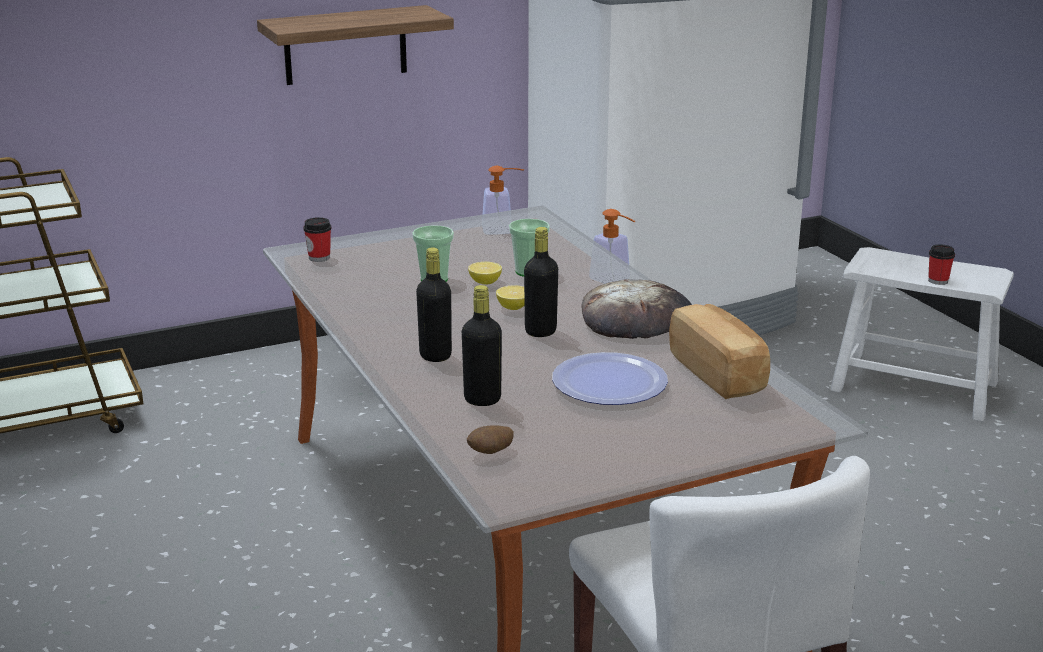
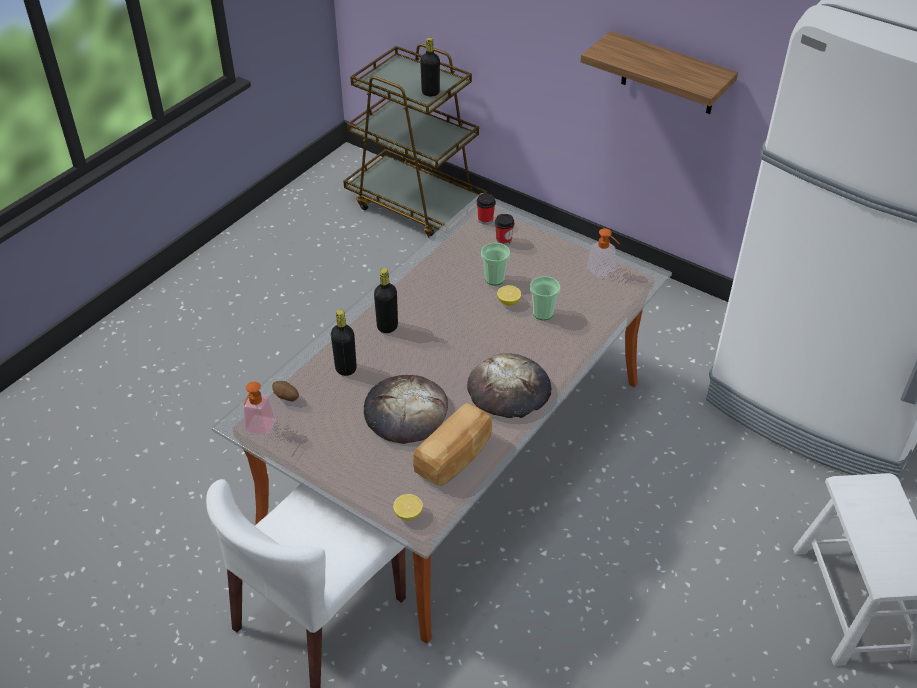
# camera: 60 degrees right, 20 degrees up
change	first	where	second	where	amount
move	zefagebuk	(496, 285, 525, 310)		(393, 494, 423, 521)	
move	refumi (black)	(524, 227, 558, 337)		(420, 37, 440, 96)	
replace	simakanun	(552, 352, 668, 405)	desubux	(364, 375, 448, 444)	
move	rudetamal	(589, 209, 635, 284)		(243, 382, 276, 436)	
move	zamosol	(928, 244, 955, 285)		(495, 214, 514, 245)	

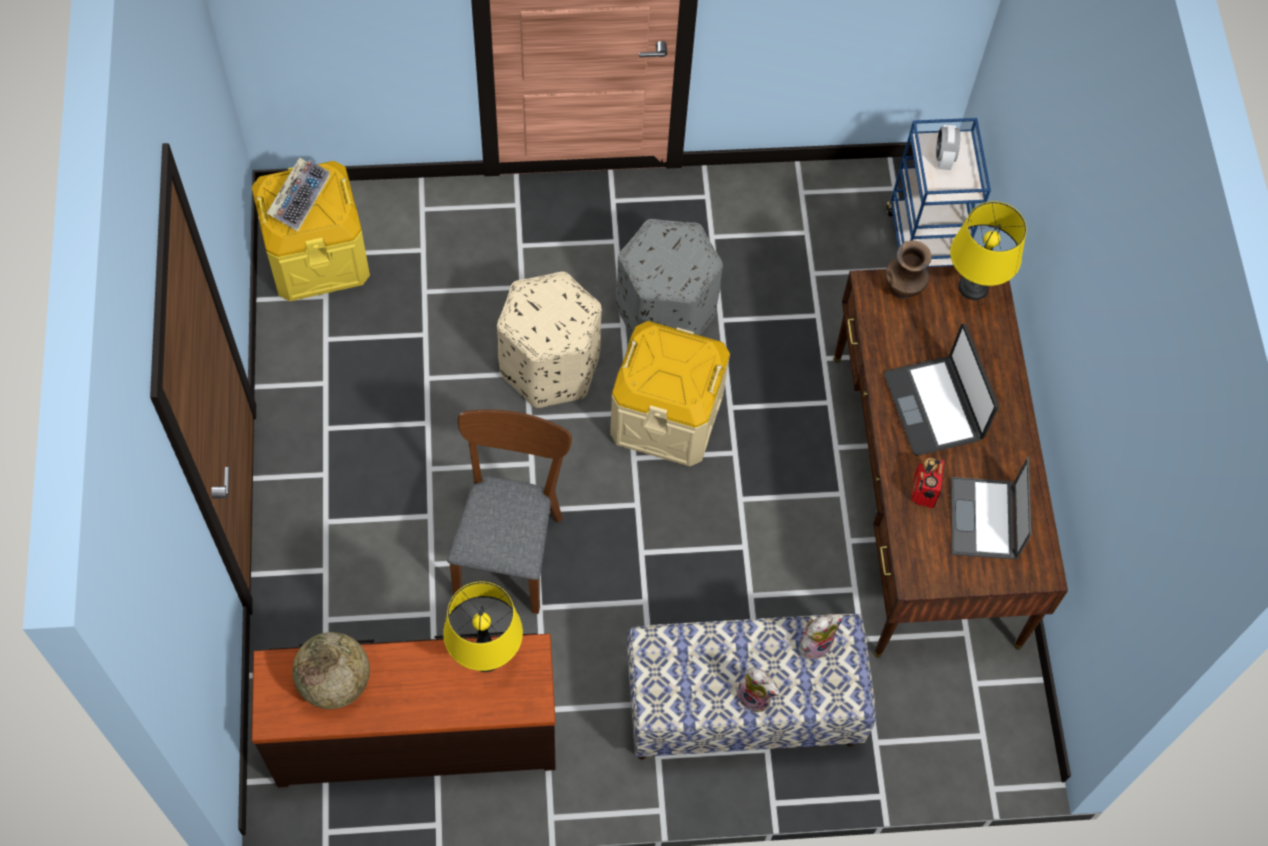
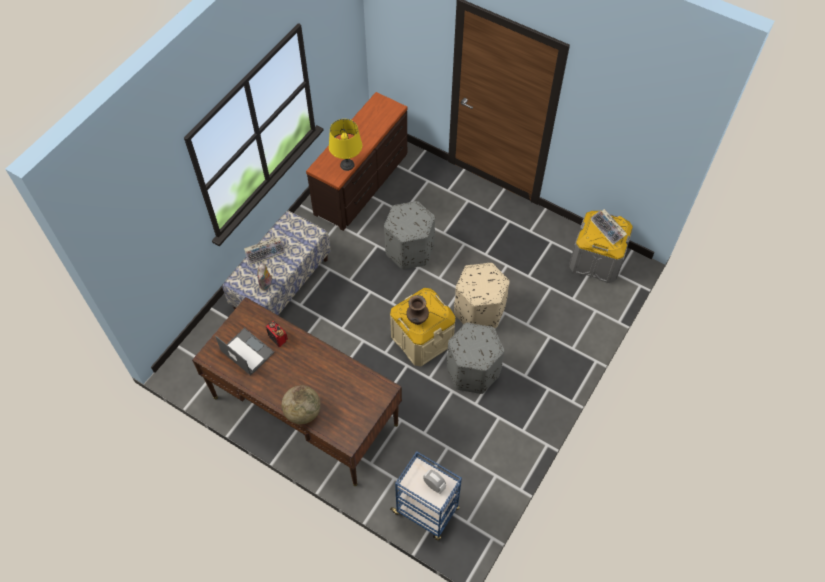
# camera: 130 degrees right, 5 degrees down
change	first	where	second	where	amount
recolor	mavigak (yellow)	(252, 161, 370, 301)	mavigak (grey)	(569, 211, 633, 283)	
move	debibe	(292, 632, 370, 709)		(282, 385, 321, 424)	
replace	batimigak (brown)	(447, 410, 572, 614)	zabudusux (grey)	(384, 201, 435, 269)	
replace	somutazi	(736, 667, 780, 713)	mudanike	(244, 237, 286, 265)	
delete	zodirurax	(884, 324, 998, 456)			
move	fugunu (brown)	(885, 240, 931, 299)		(406, 295, 429, 325)	
delete	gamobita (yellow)	(950, 201, 1027, 300)			

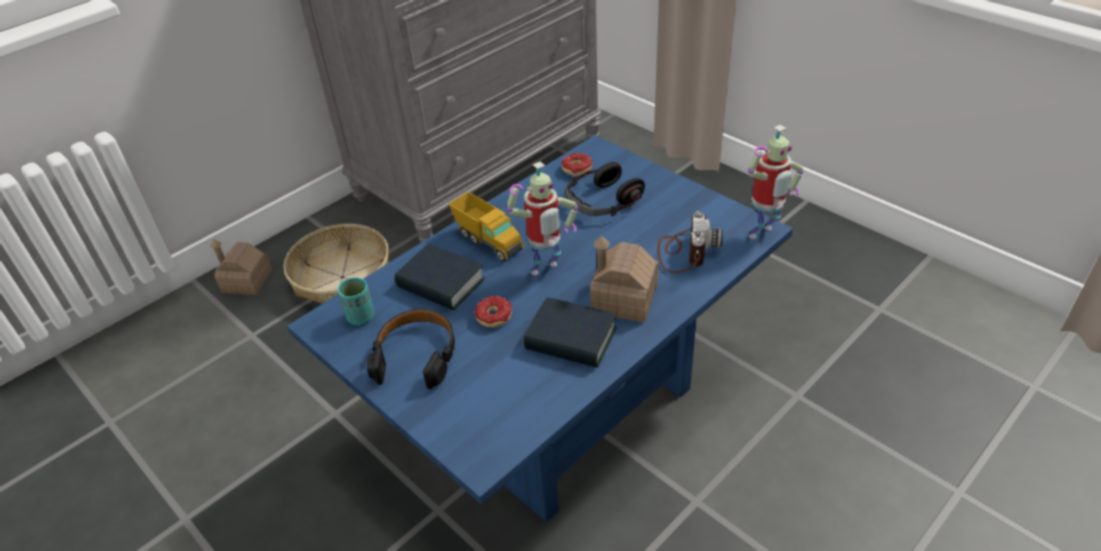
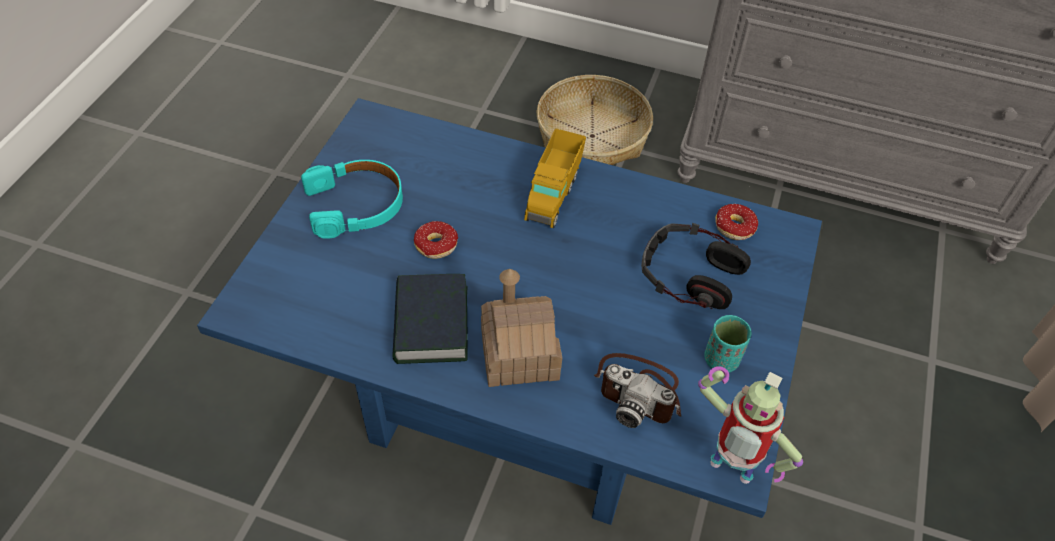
# camera: 60 degrees right, 10 degrees up
change	first	where	second	where	amount
delete	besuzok	(210, 239, 272, 295)			
move	zamosol (turquoise)	(338, 277, 374, 325)		(704, 315, 752, 372)	
recolor	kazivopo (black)	(367, 309, 455, 389)	kazivopo (turquoise)	(301, 160, 403, 239)	
delete	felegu	(395, 244, 485, 311)			
delete	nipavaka	(506, 161, 578, 275)			
rotate	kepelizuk	(657, 211, 723, 273)		(594, 353, 681, 428)	45 degrees clockwise

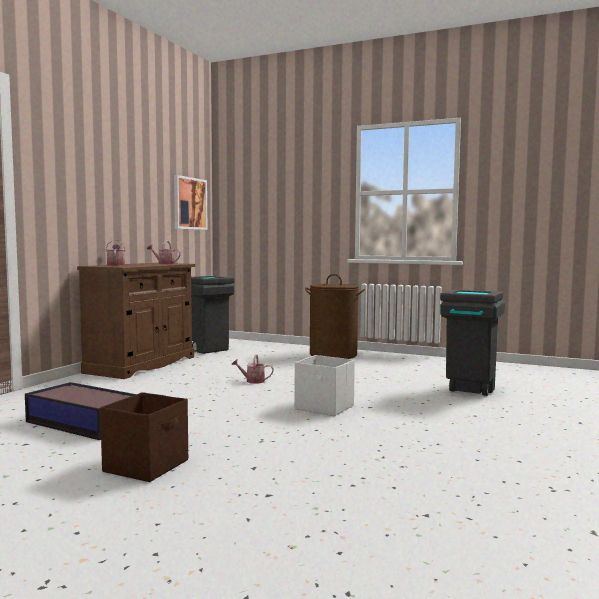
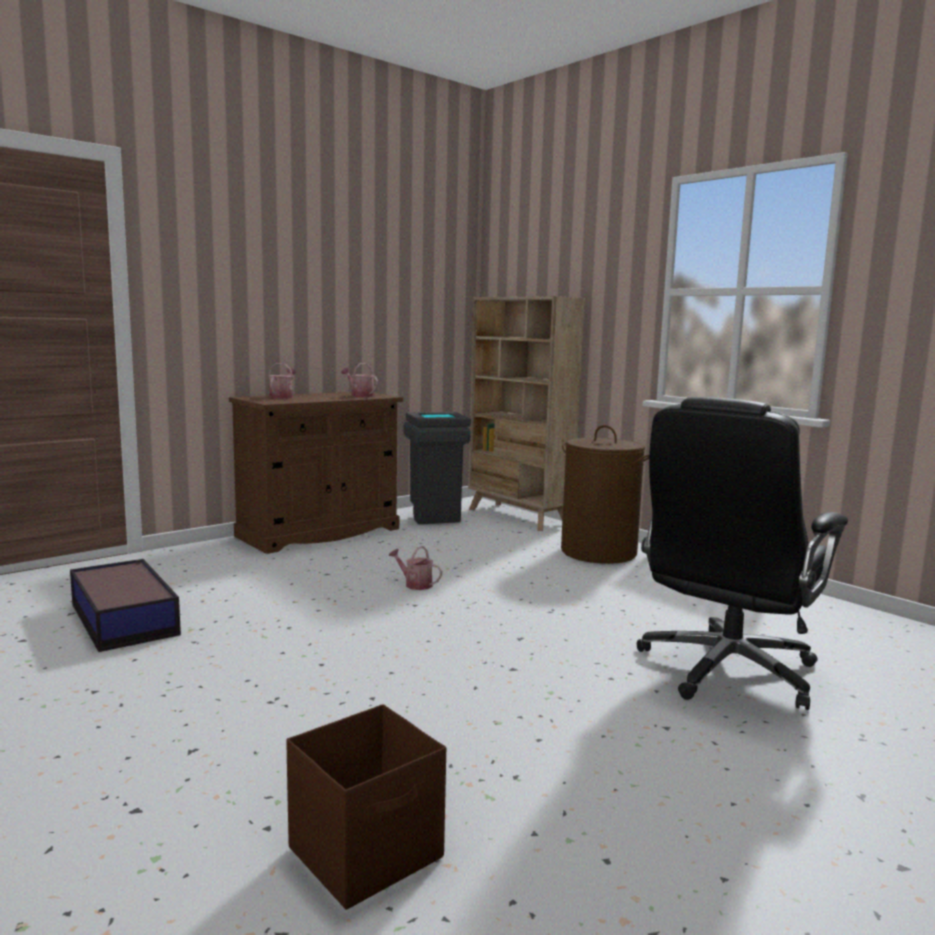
# camera: 25 degrees right, 5 degrees up
change	first	where	second	where	amount
move	mavigak (brown)	(100, 392, 188, 482)		(286, 704, 446, 910)	
delete	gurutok	(174, 175, 207, 230)			
delete	mavigak (white)	(294, 355, 355, 416)			
replace	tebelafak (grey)	(440, 289, 505, 396)	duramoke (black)	(637, 397, 848, 710)	
insert			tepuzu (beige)	(468, 296, 585, 531)	

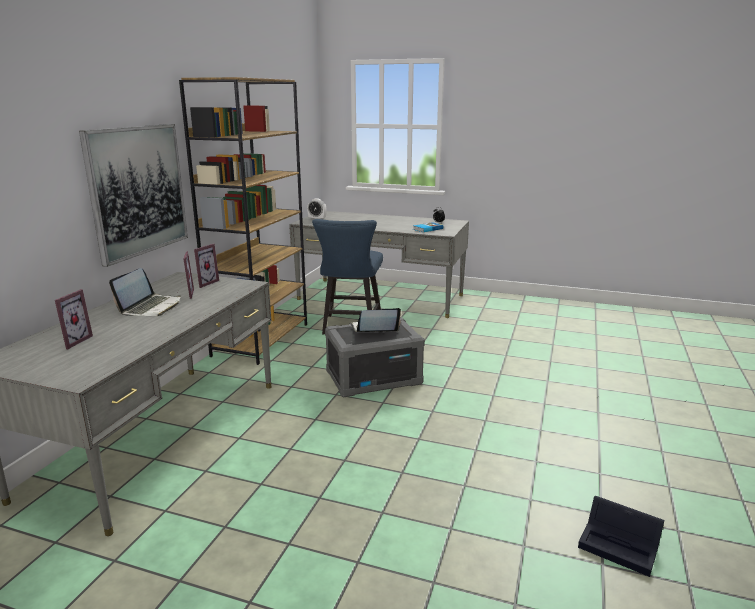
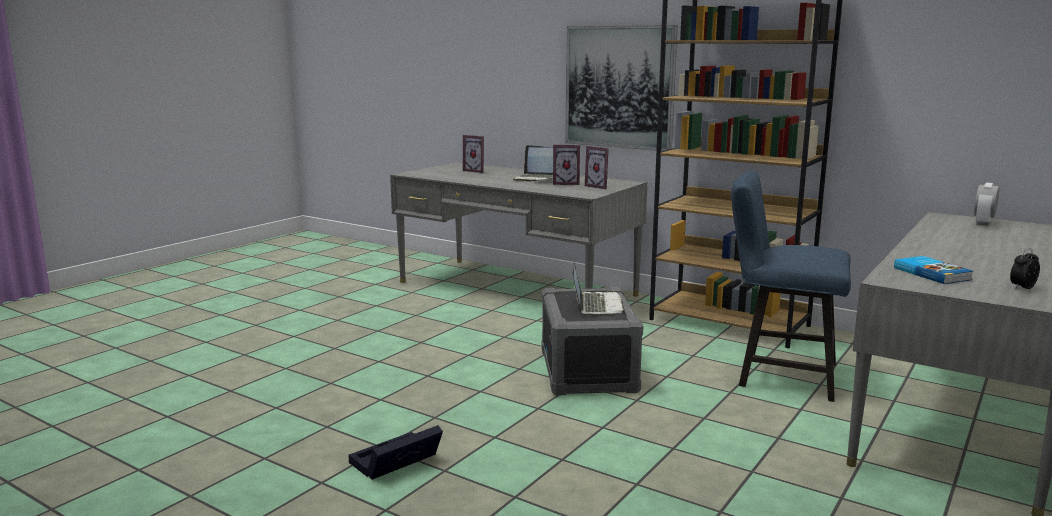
# camera: 105 degrees right, 5 degrees down
change	first	where	second	where	amount
move	mavigak (black)	(578, 496, 664, 577)		(348, 425, 443, 480)	

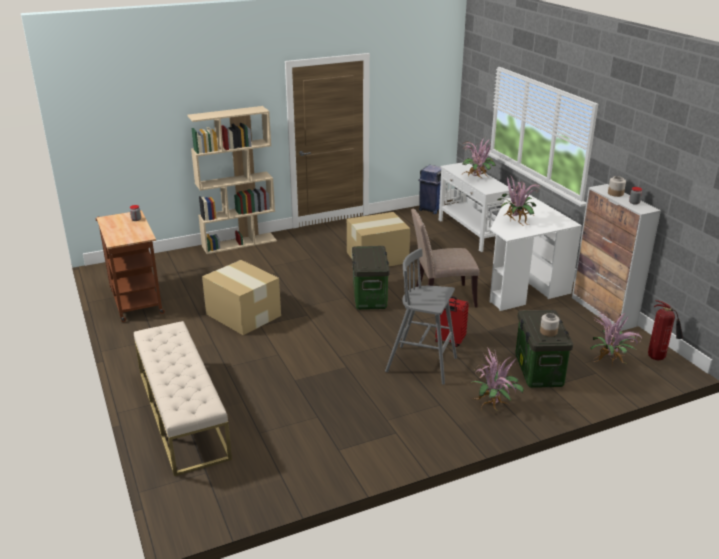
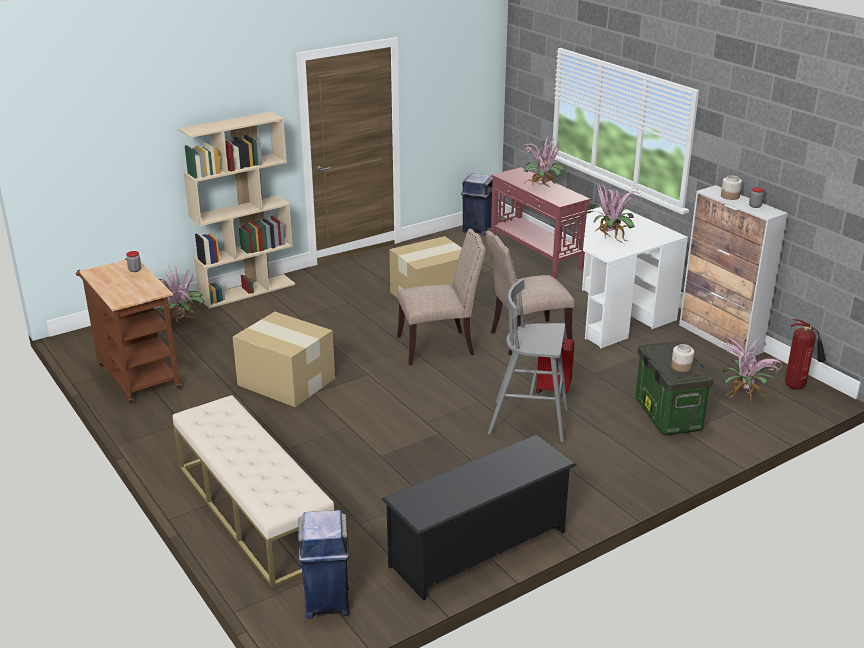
# camera: 10 degrees left, 0 degrees up
change	first	where	second	where	amount
replace	mavigak	(352, 246, 390, 310)	batimigak (beige)	(397, 229, 486, 365)	
recolor	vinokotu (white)	(439, 162, 513, 252)	vinokotu (red)	(491, 167, 591, 279)	
move	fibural	(471, 346, 524, 411)		(159, 265, 205, 322)	
insert			tebelafak (blue)	(298, 510, 349, 619)	
insert			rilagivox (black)	(381, 435, 577, 601)	

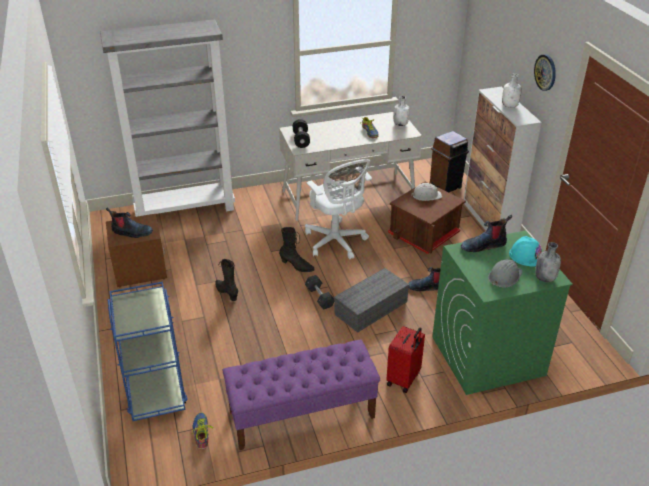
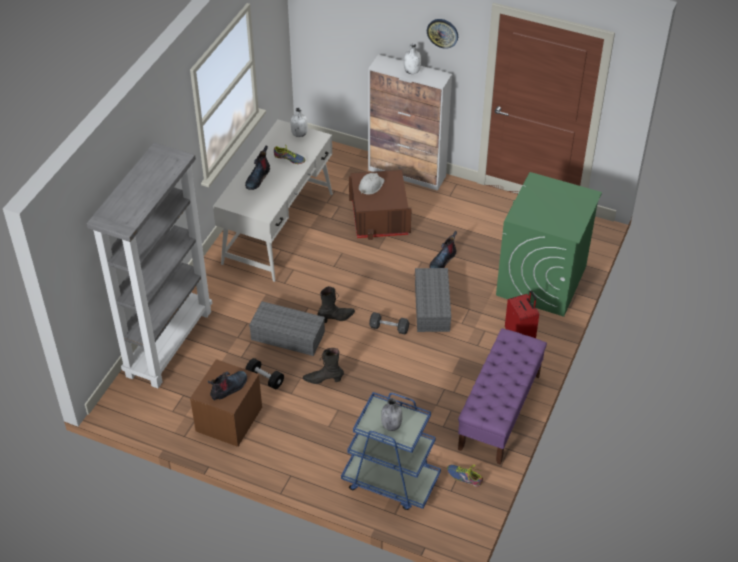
# camera: 50 degrees left, 10 degrees up
change	first	where	second	where	amount
move	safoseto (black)	(293, 119, 310, 148)		(246, 358, 284, 389)	
delete	duramoke (white)	(305, 159, 372, 260)			
delete	tebelafak (brown)	(429, 131, 469, 192)			
move	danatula	(461, 215, 512, 252)		(245, 146, 270, 190)	
delete	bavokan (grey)	(488, 259, 522, 287)			
delete	bavokan (turquoise)	(509, 236, 542, 266)			
move	refumi (grey)	(535, 242, 561, 282)		(381, 398, 402, 431)	
insert			mavigak (grey)	(249, 301, 325, 356)	

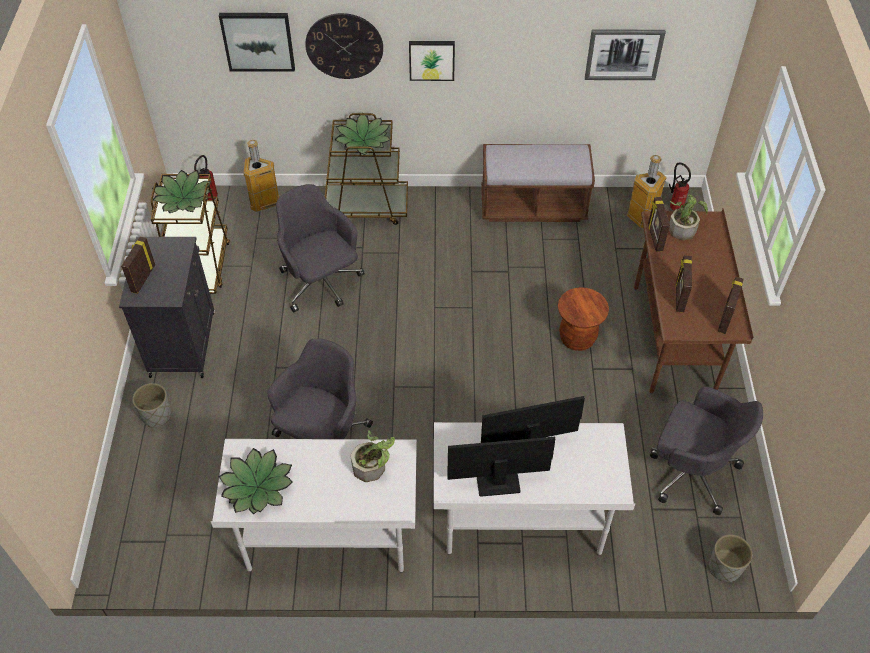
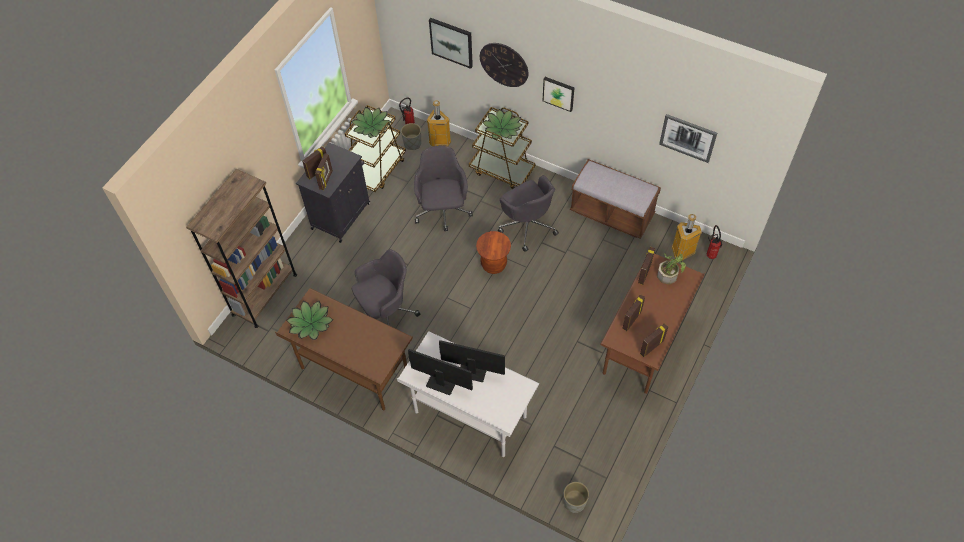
# camera: 30 degrees right, 5 degrees up
change	first	where	second	where	amount
move	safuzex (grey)	(132, 383, 171, 428)		(401, 123, 421, 150)	
recolor	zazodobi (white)	(211, 439, 417, 573)	zazodobi (brown)	(275, 288, 413, 411)	
delete	fibural	(351, 430, 395, 482)			
move	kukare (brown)	(558, 287, 609, 351)		(476, 231, 511, 274)	
move	duramoke (grey)	(650, 386, 763, 515)		(498, 175, 559, 252)	
insert			tepuzu (brown)	(186, 169, 297, 328)	
insert			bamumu	(315, 153, 333, 190)	

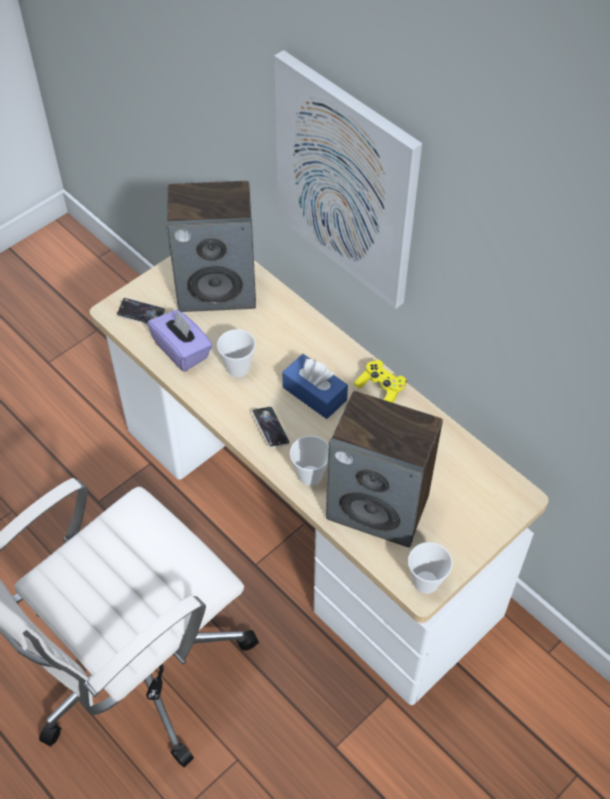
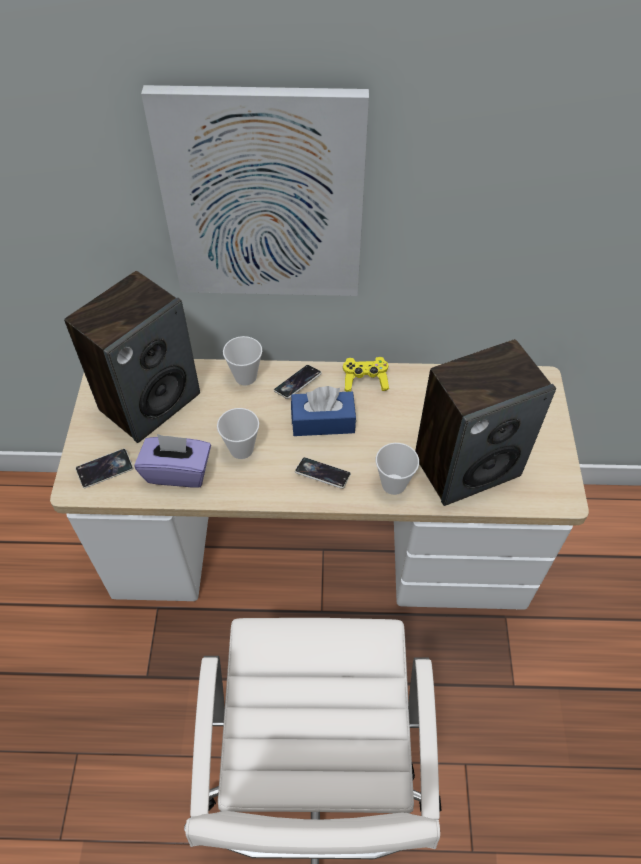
# camera: 45 degrees left, 0 degrees up
change	first	where	second	where	amount
move	zamosol	(408, 542, 453, 594)		(223, 336, 262, 386)	
insert			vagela	(274, 365, 322, 399)	

